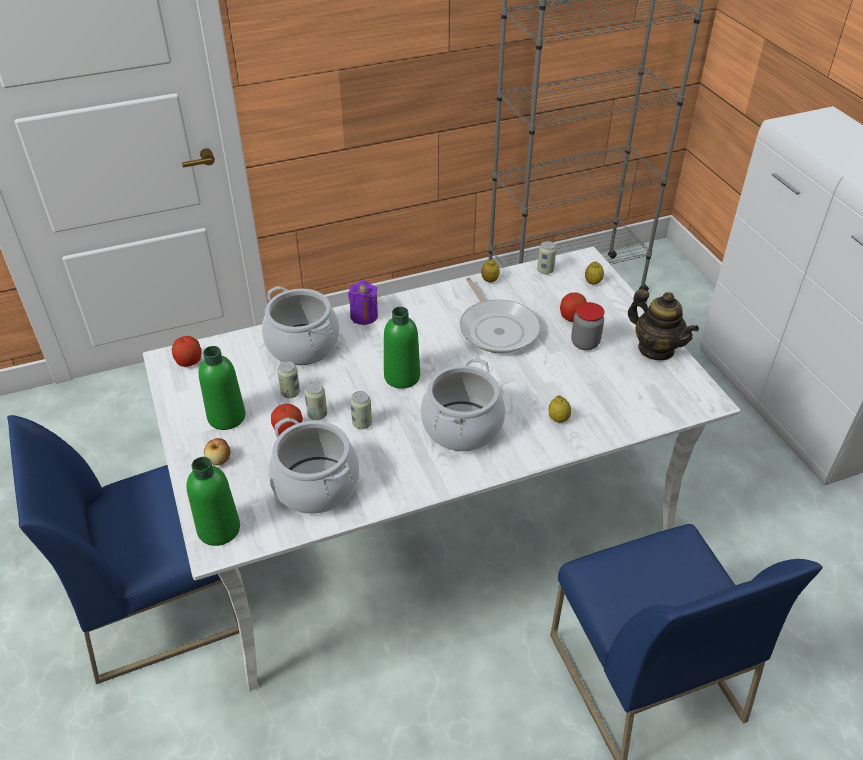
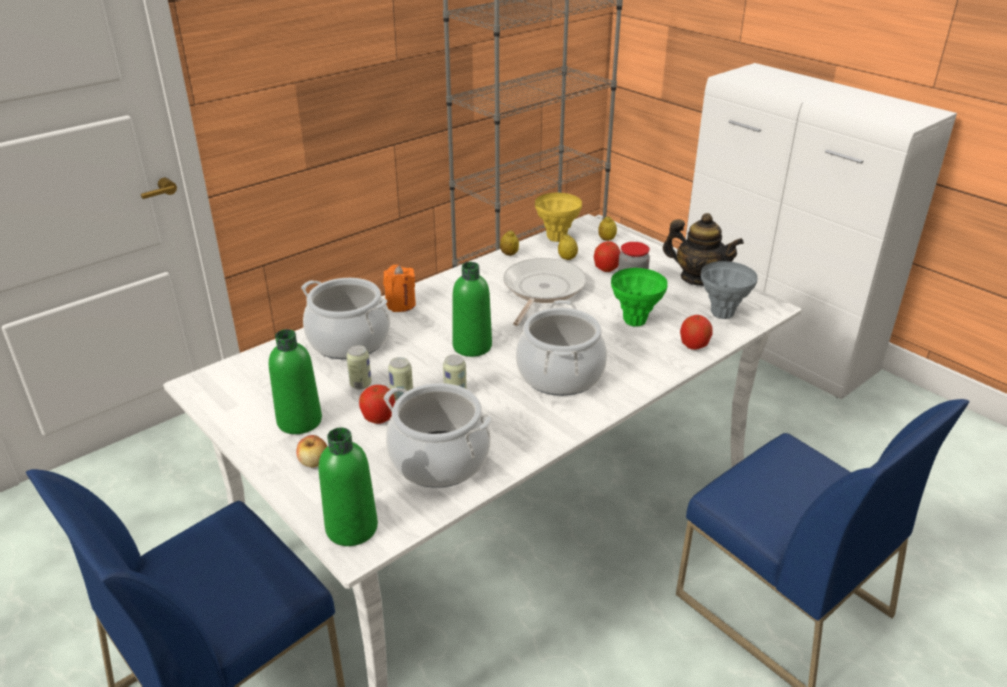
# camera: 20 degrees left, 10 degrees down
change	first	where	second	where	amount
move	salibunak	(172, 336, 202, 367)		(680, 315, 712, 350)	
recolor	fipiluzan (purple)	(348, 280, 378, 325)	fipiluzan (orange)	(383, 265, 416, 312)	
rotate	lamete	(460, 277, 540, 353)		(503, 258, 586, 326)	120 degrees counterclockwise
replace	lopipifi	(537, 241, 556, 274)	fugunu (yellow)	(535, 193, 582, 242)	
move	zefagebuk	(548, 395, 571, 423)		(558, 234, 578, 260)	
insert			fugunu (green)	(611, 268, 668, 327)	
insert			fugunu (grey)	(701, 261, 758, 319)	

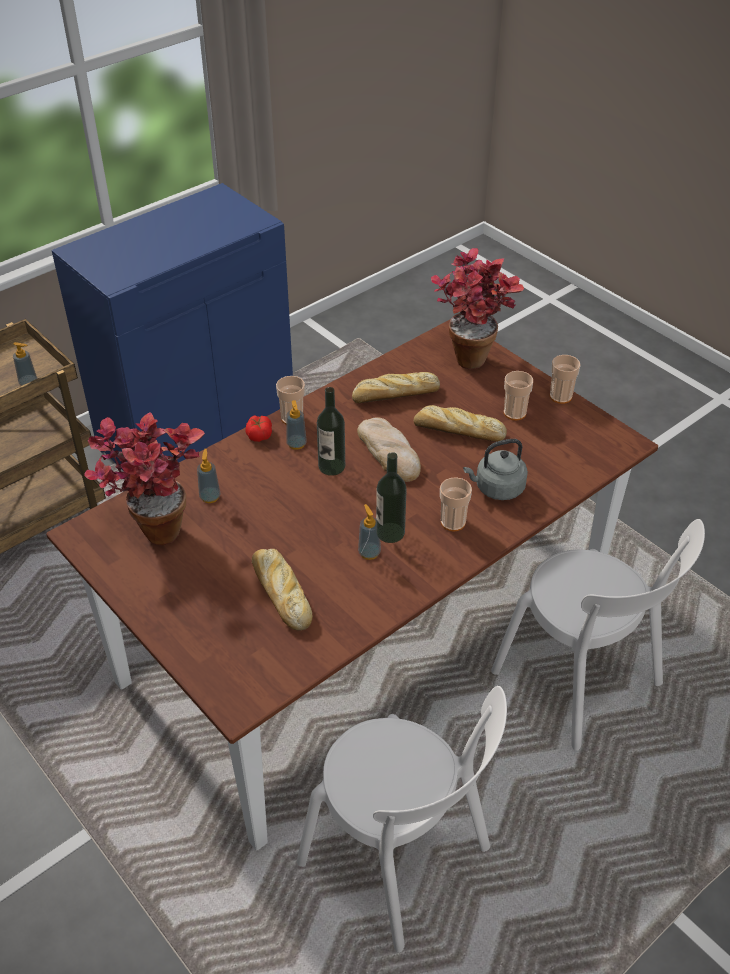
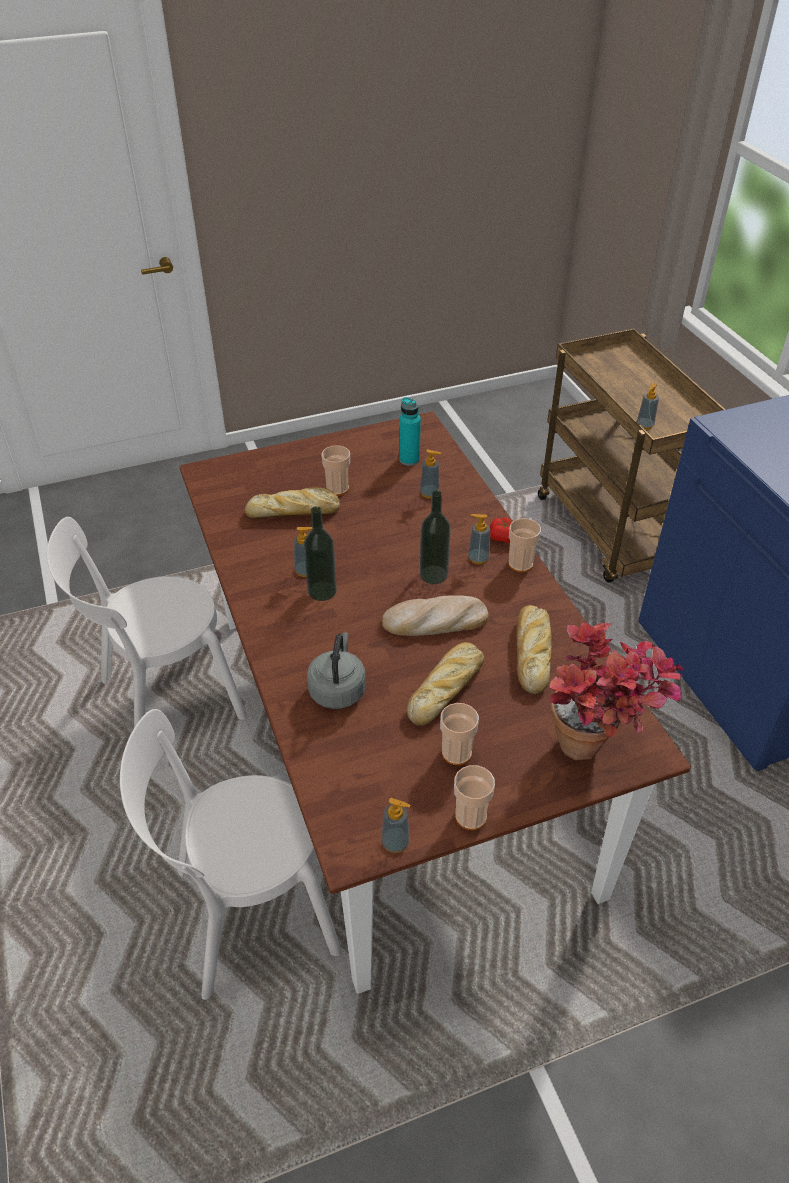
# camera: 110 degrees right, 0 degrees up
change	first	where	second	where	amount
replace	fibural	(84, 412, 205, 545)	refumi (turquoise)	(399, 397, 421, 466)	
move	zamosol	(440, 477, 472, 532)		(321, 445, 350, 496)	
insert			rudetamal	(381, 798, 410, 853)	

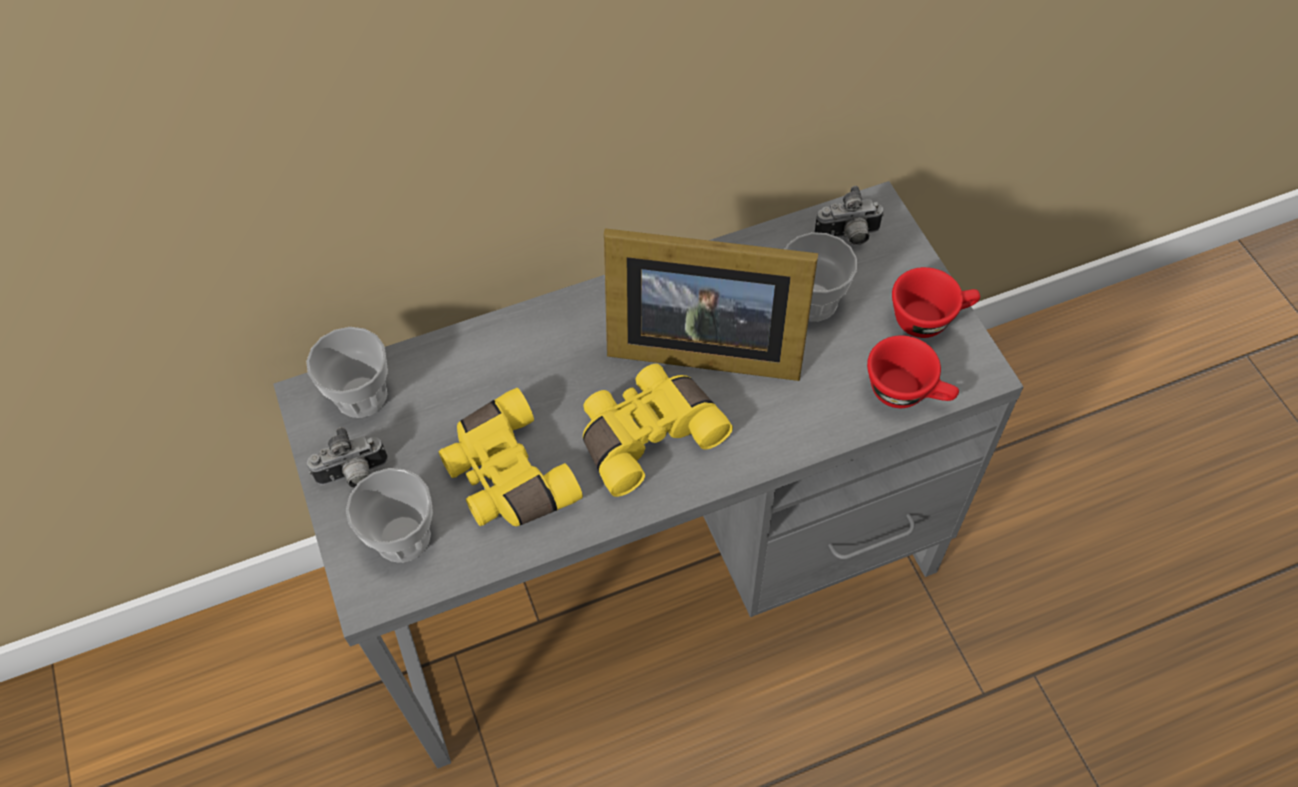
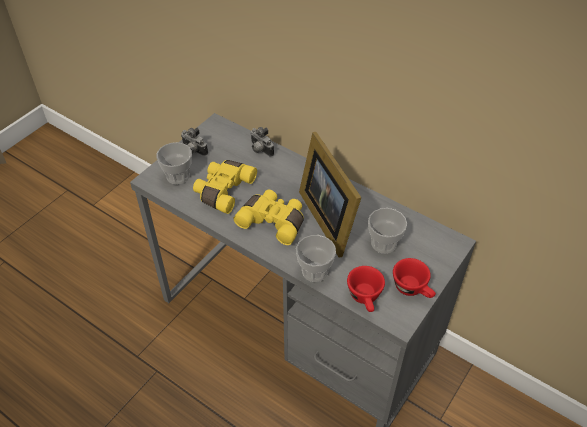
# camera: 55 degrees right, 10 degrees down
change	first	where	second	where	amount
move	zamosol	(306, 327, 388, 418)		(296, 235, 336, 282)	
move	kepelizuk	(814, 186, 884, 245)		(250, 127, 274, 157)	

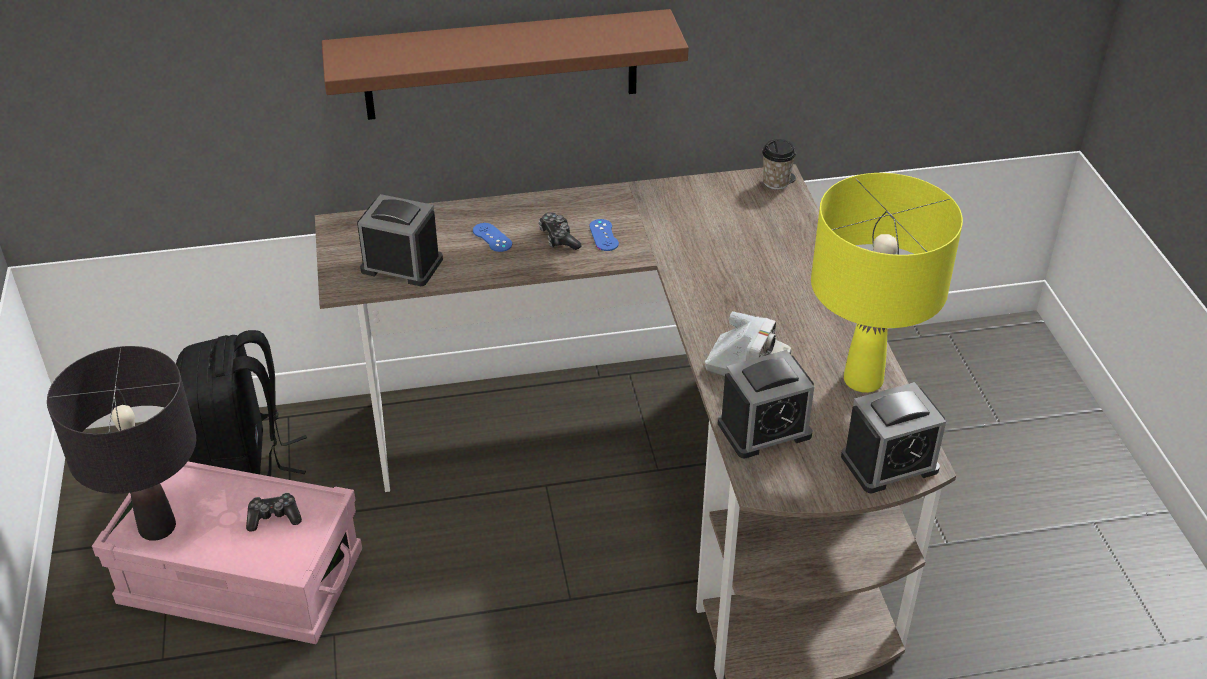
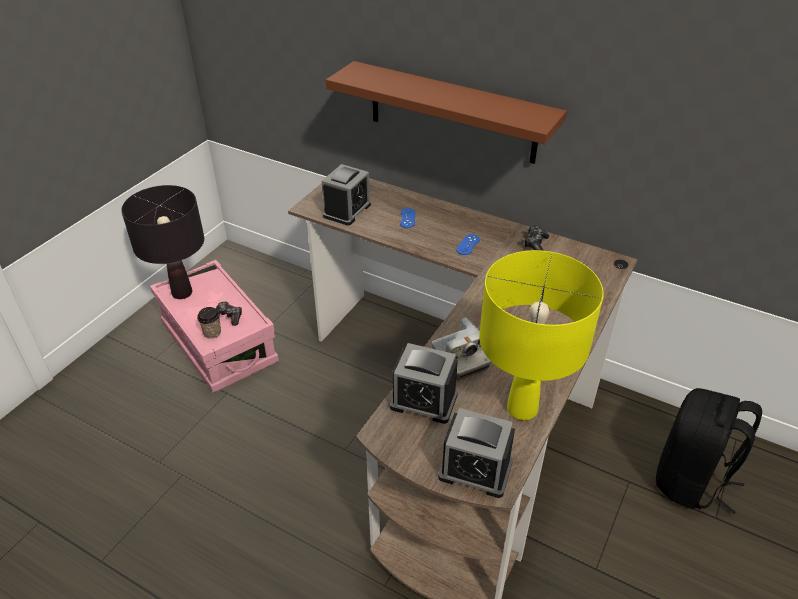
# camera: 40 degrees right, 0 degrees up
change	first	where	second	where	amount
move	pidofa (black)	(176, 330, 307, 476)		(656, 388, 762, 514)	
rotate	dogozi	(357, 194, 443, 286)		(322, 164, 371, 226)	60 degrees clockwise
move	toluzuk	(539, 212, 581, 250)		(524, 226, 549, 251)	
move	zamosol	(762, 139, 796, 190)		(197, 307, 221, 339)	

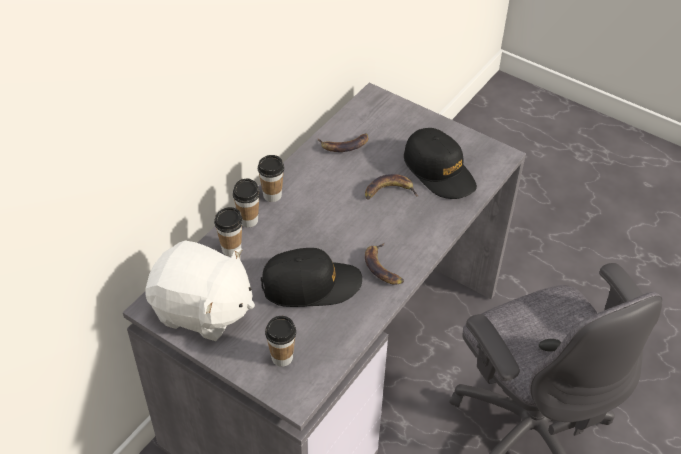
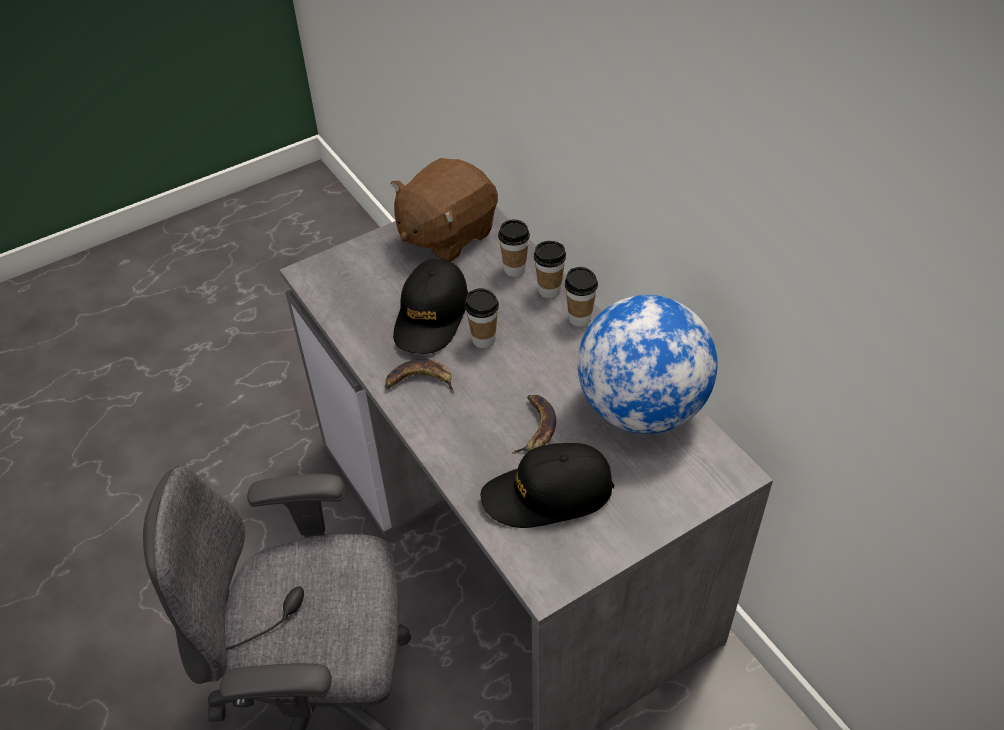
# camera: 115 degrees right, 0 degrees up
change	first	where	second	where	amount
recolor	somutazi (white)	(146, 240, 255, 341)	somutazi (brown)	(391, 158, 498, 262)	
move	zamosol	(265, 316, 296, 367)		(465, 288, 499, 348)	
replace	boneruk	(317, 133, 369, 152)	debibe	(578, 295, 717, 434)	

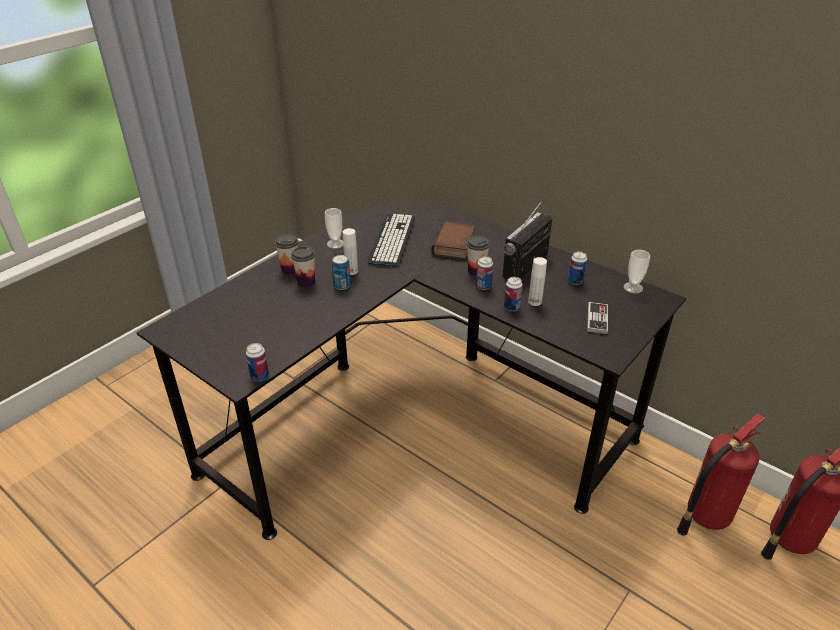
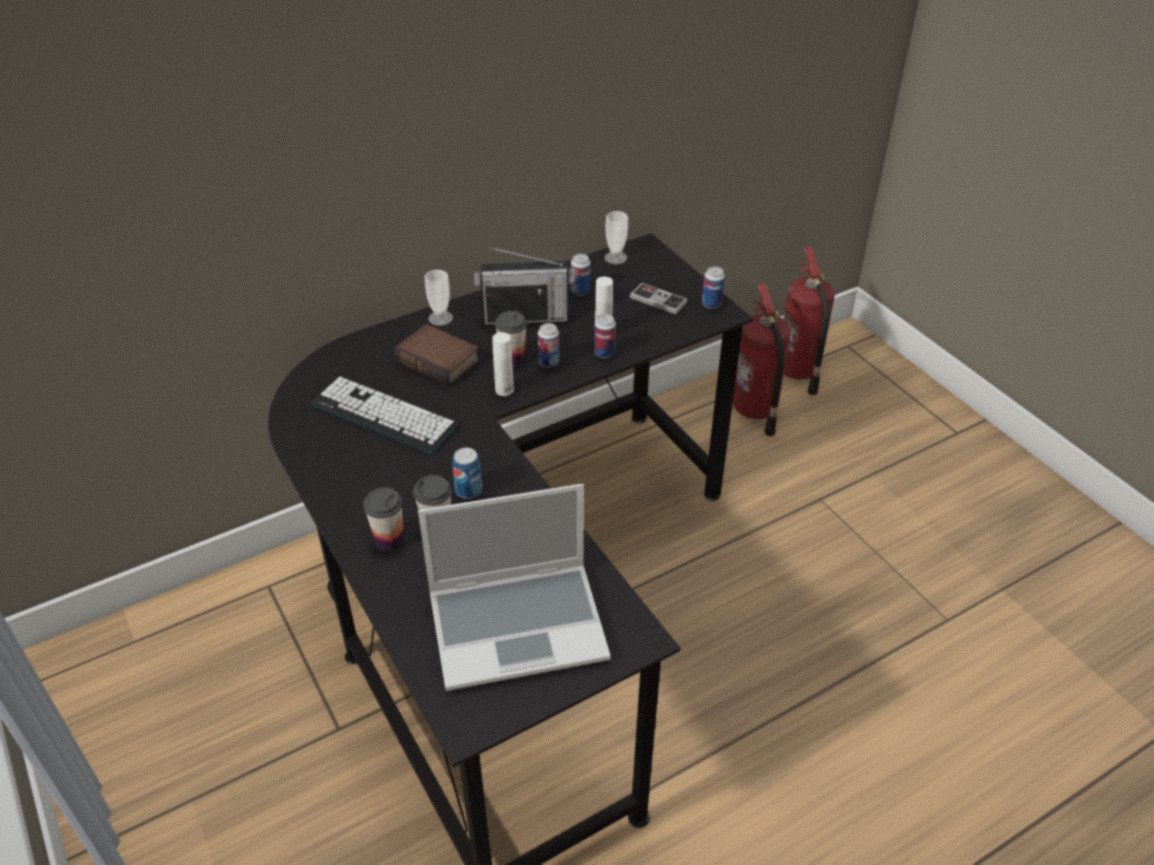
# camera: 70 degrees left, 5 degrees up
change	first	where	second	where	amount
move	lopipifi	(246, 343, 269, 381)		(702, 266, 725, 309)	
move	zamosol	(325, 208, 343, 249)		(425, 270, 453, 326)	
move	refumi (white)	(343, 228, 358, 275)		(492, 332, 514, 396)	
rotate	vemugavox	(503, 199, 552, 279)		(474, 247, 575, 325)	60 degrees counterclockwise
insert			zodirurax	(418, 484, 611, 691)	

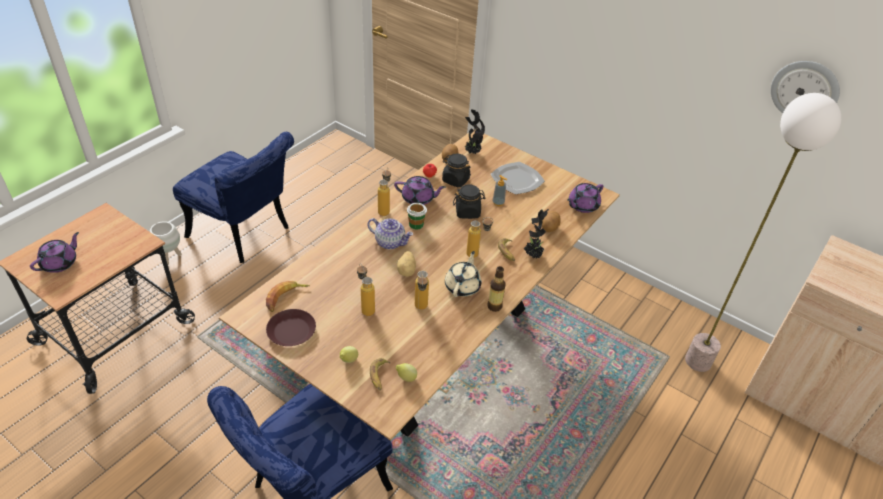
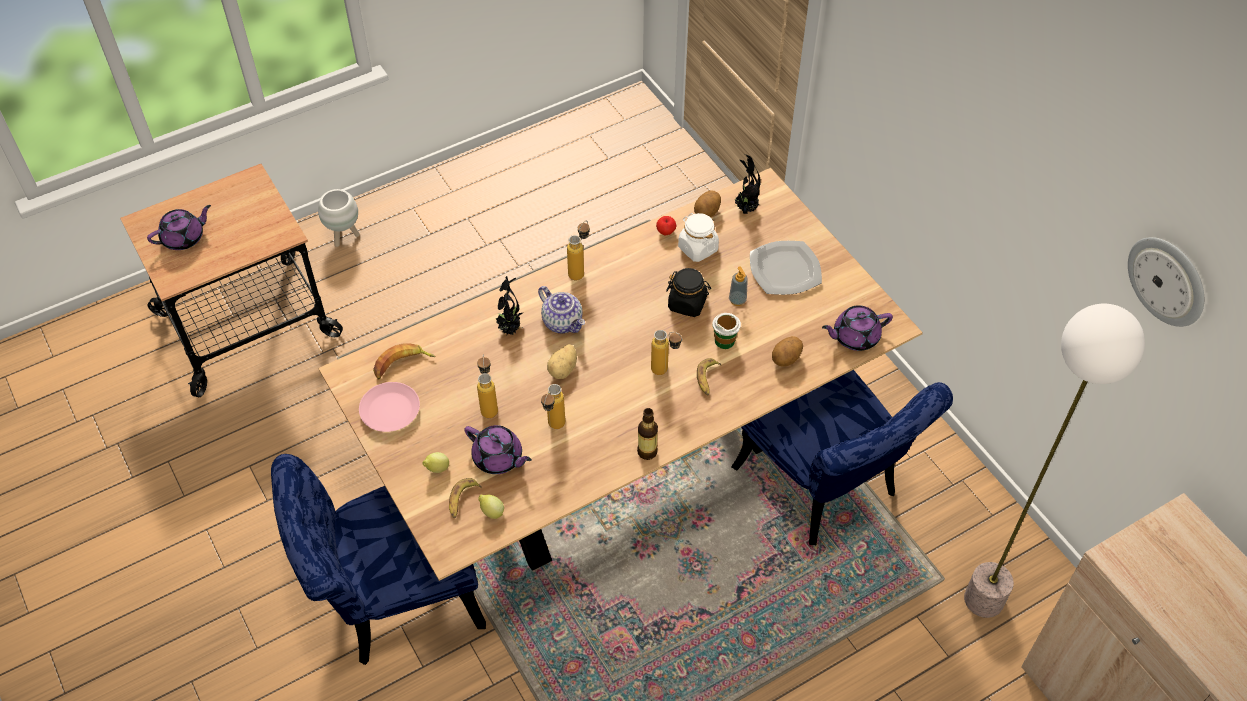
# camera: 25 degrees right, 10 degrees up
change	first	where	second	where	amount
move	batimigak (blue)	(173, 132, 294, 263)		(731, 370, 953, 545)	
recolor	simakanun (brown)	(266, 309, 316, 346)	simakanun (pink)	(359, 382, 420, 432)	
move	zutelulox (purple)	(394, 176, 446, 205)		(464, 425, 532, 474)	
move	zamosol	(407, 203, 427, 230)		(712, 313, 741, 349)	
recolor	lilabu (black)	(442, 153, 471, 187)	lilabu (white)	(678, 213, 719, 262)	
delete	zutelulox (beige)	(445, 251, 482, 297)			
move	fibural	(524, 209, 549, 258)		(496, 276, 523, 335)	

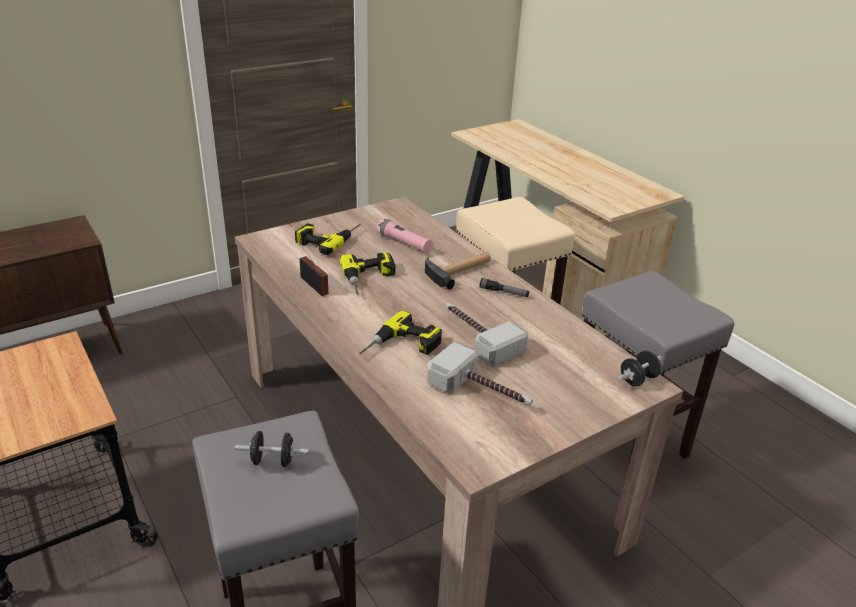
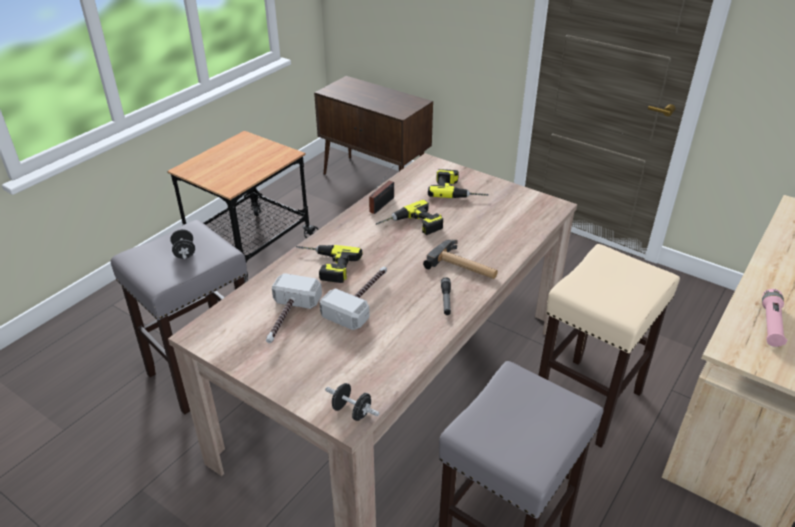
# camera: 70 degrees right, 5 degrees up
change	first	where	second	where	amount
move	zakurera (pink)	(377, 218, 433, 254)		(762, 289, 787, 347)	

